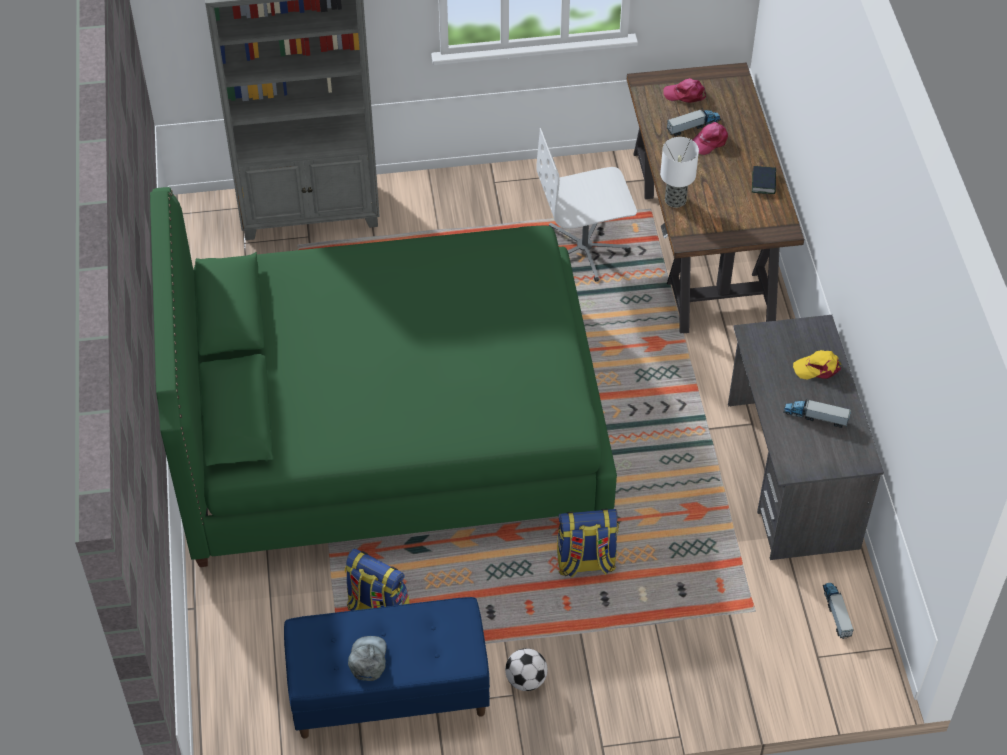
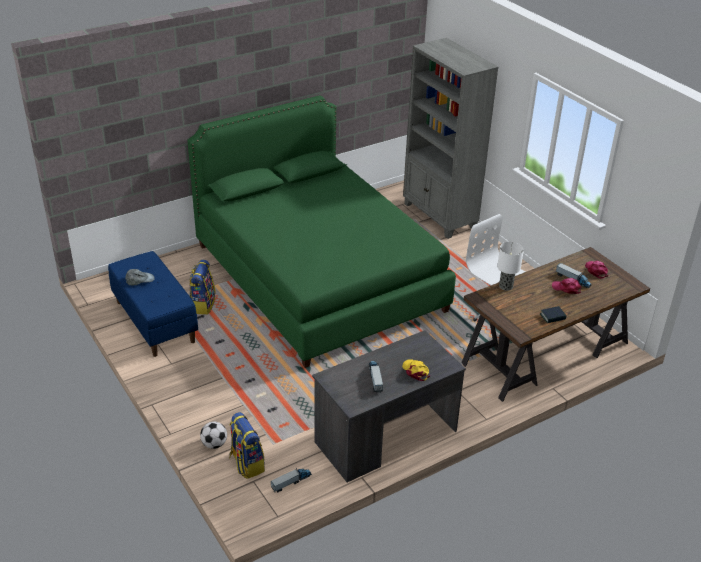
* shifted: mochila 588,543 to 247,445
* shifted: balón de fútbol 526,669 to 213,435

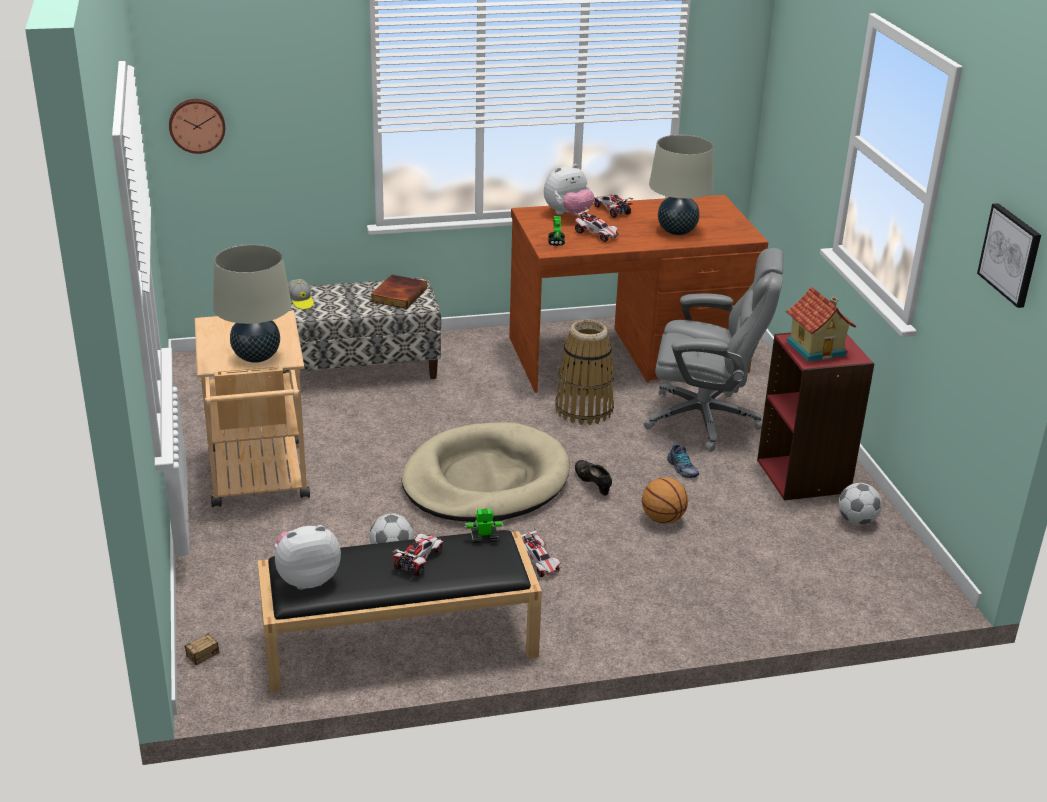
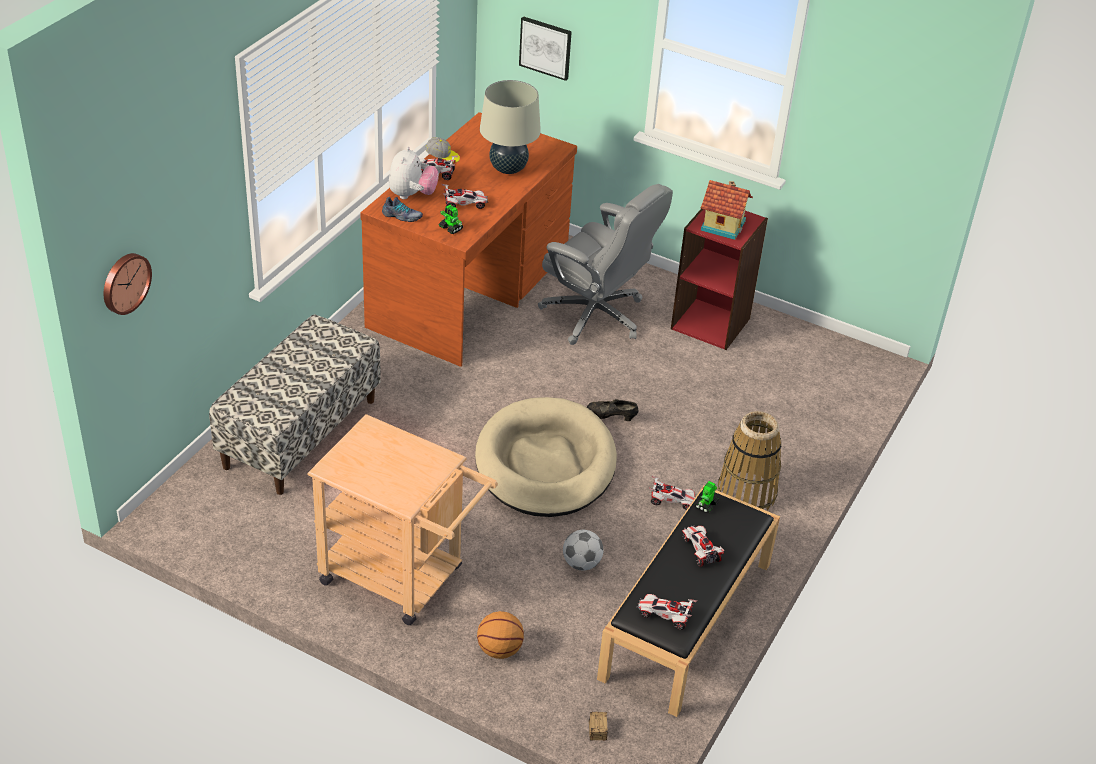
* shifted: cuadro 1009,255 to 545,48
* gone: lámpara de mesa/beis 252,303
* rotated: silla de oficina/gris 713,350 = 605,264 75 degrees clockwise
* gone: libro 398,291
* shifted: gorra 301,294 to 442,150
* shifted: cesta 584,372 to 749,460
* shifted: zapato 683,461 to 402,209
* shifted: balón de baloncesto 665,500 to 500,635
* gone: balón de fútbol 860,504
* swapped: peluche 308,557 to coche de juguete 667,612

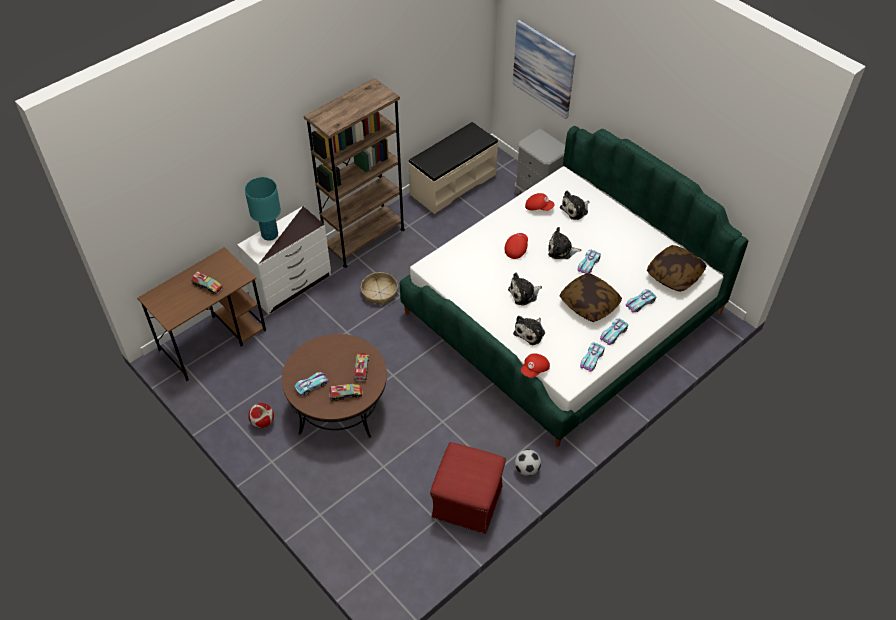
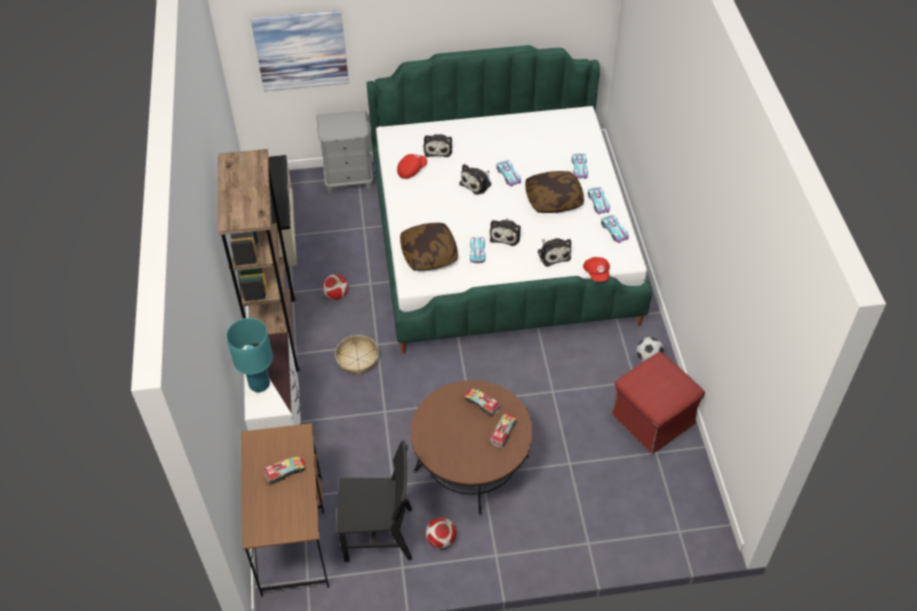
* gone: gorra/rojo 516,246
* shifted: cojín 677,268 to 429,247
* shifted: coche de juguete 312,384 to 477,250
* new: balón de fútbol 335,287
* new: silla/negro 374,501

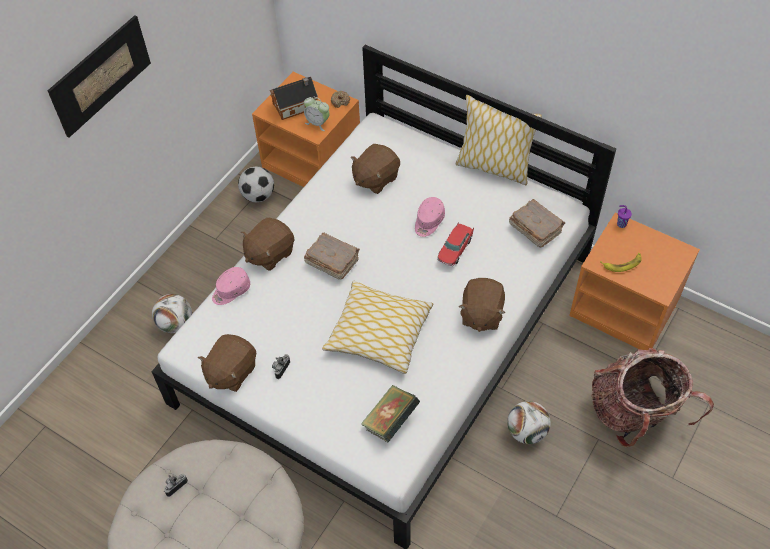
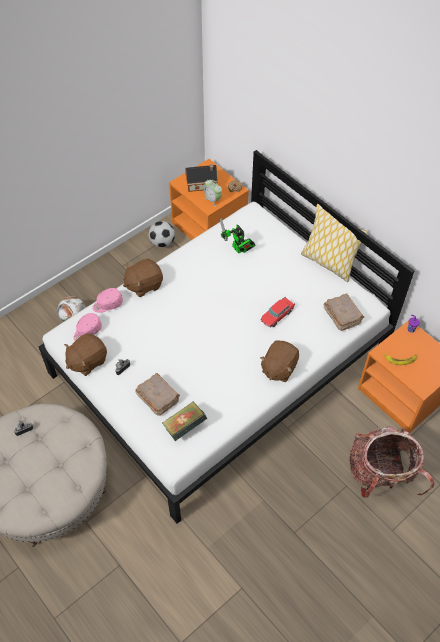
* gone: cuadro 99,76
* swapped: peluche/marrón 375,169 to robot de juguete 238,236
* shifted: gorra/rosa 430,217 to 87,327
* shifted: libro/marrón 332,256 to 157,394
* gone: cojín 377,327
* gone: balón de fútbol 529,422

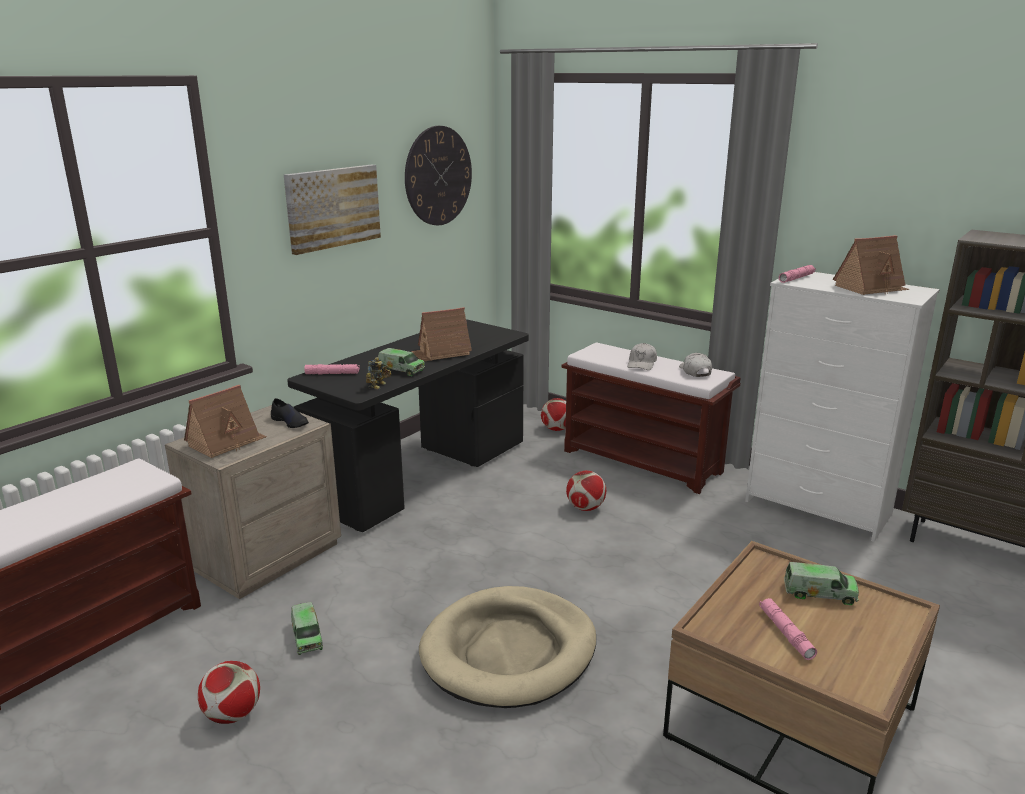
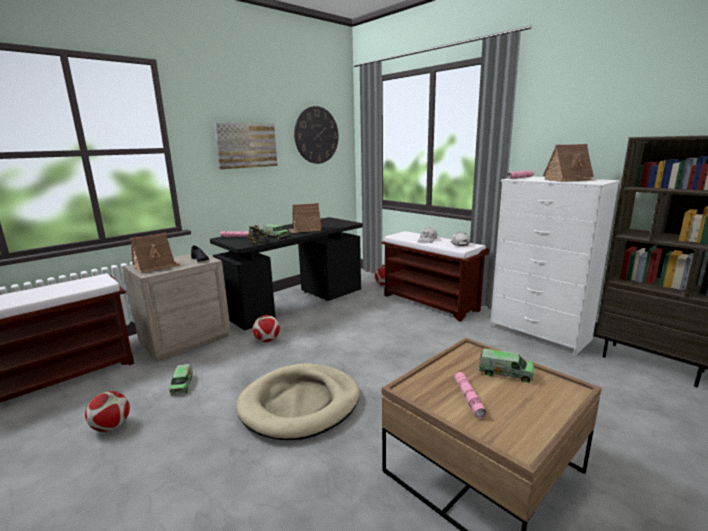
* shifted: balón de fútbol 586,491 to 266,328

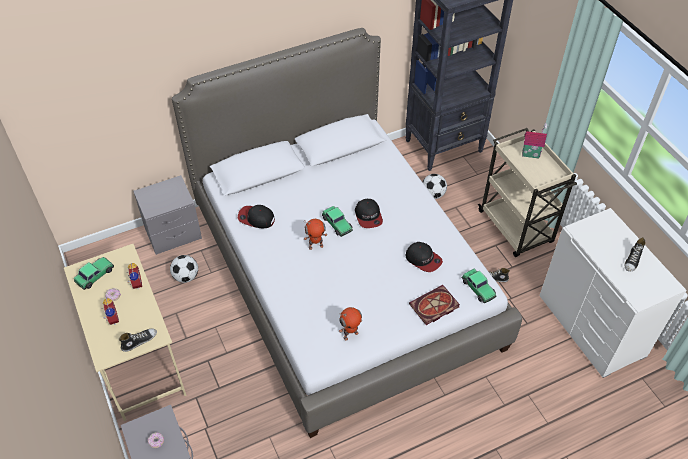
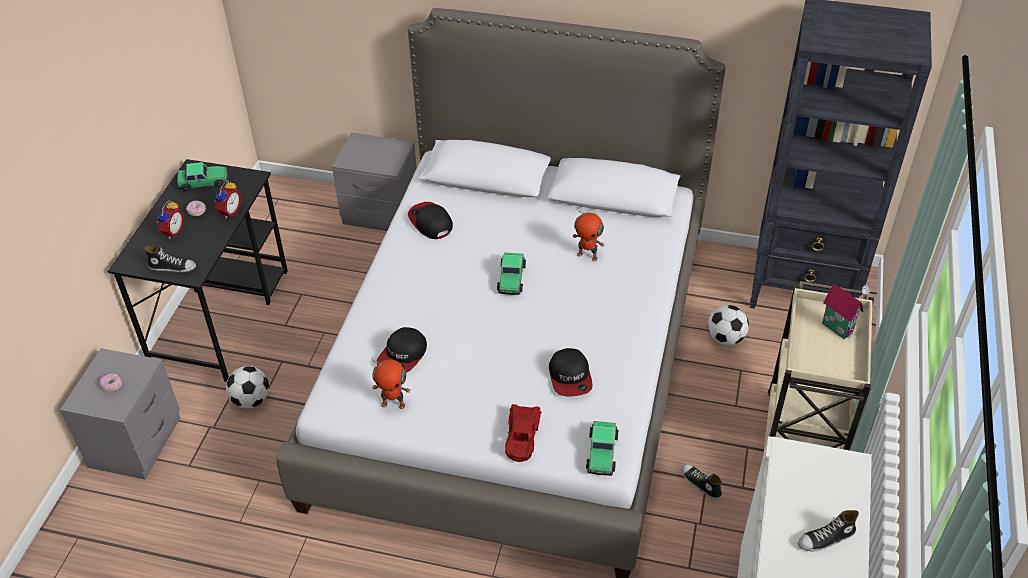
* shifted: gorra 369,213 to 402,350
* shifted: robot de juguete 315,234 to 589,235
* repainted: escritorio/beis 125,332 to escritorio/negro 198,270
* shifted: balón de fútbol 184,269 to 247,387
* swapped: libro 434,305 to coche de juguete/rojo 523,433

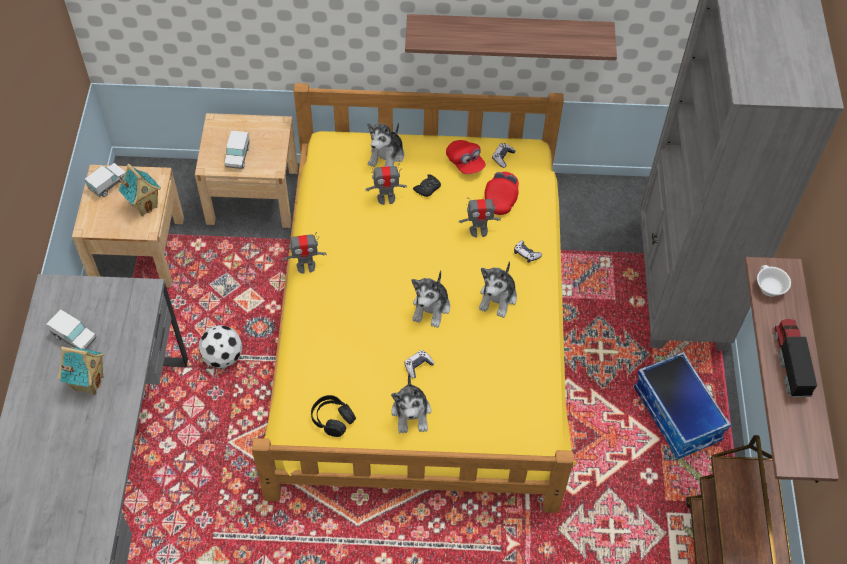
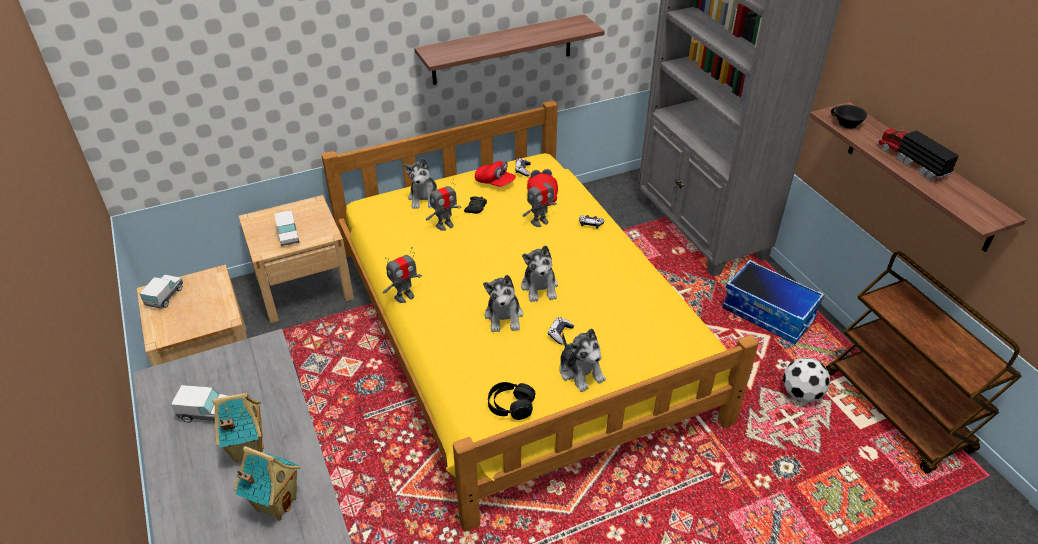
* shifted: casita 139,190 to 267,483
* shifted: peluche 498,289 to 503,303
* repainted: taza/blanco 774,281 to taza/negro 849,117
* shifted: balón de fútbol 220,346 to 806,380

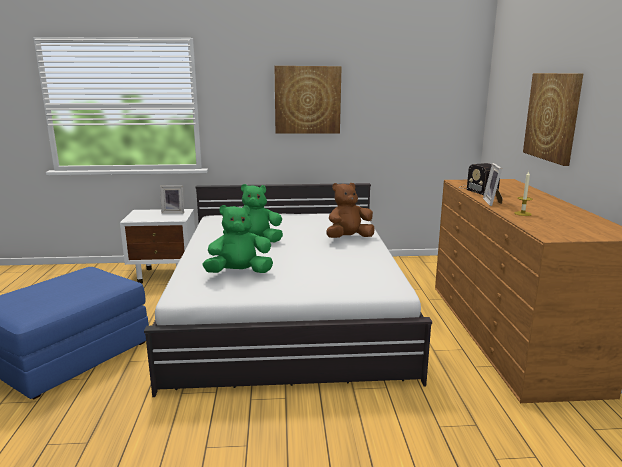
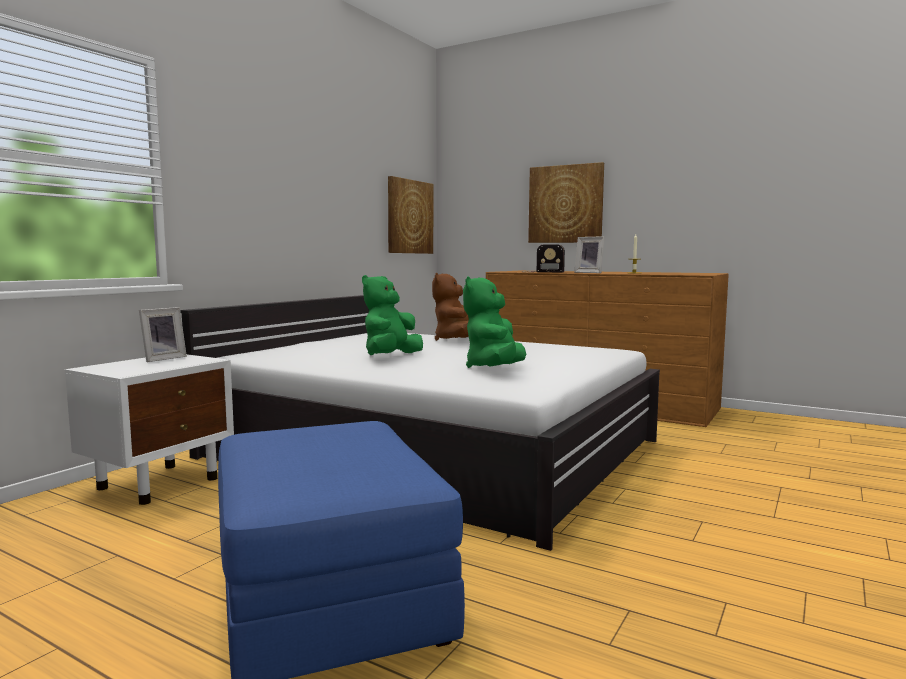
* shifted: cuadro 308,100 to 411,215

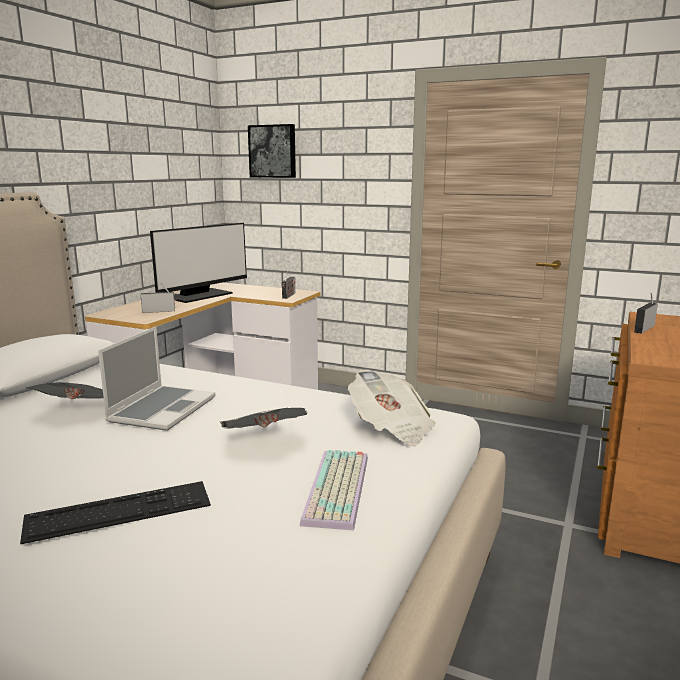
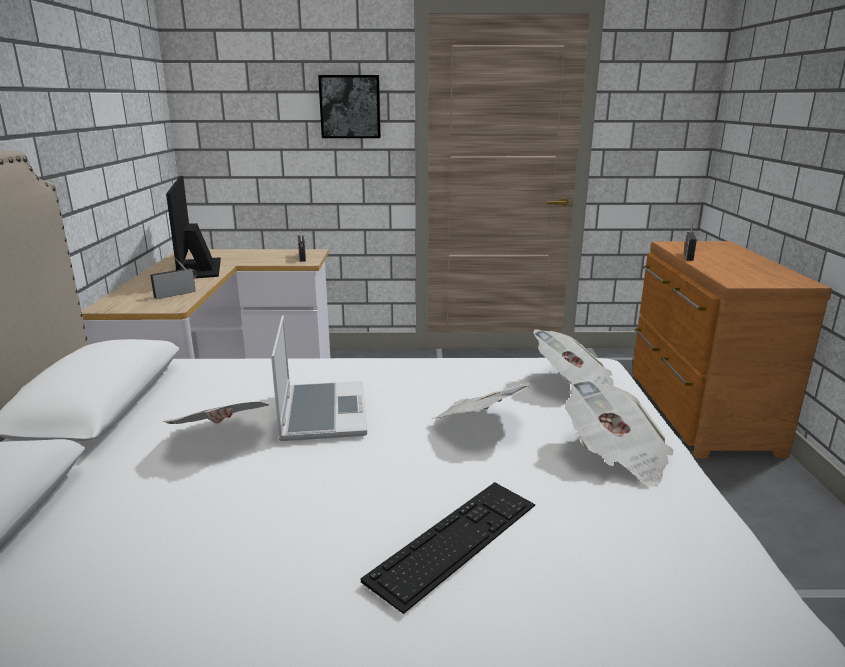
* shifted: cuadro 272,151 to 349,106
* rotated: monitor 198,263 = 193,227 150 degrees clockwise
* swapped: teclado 334,490 to periódico 619,433

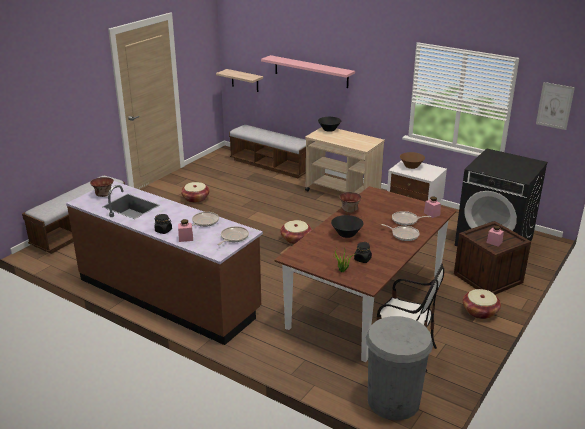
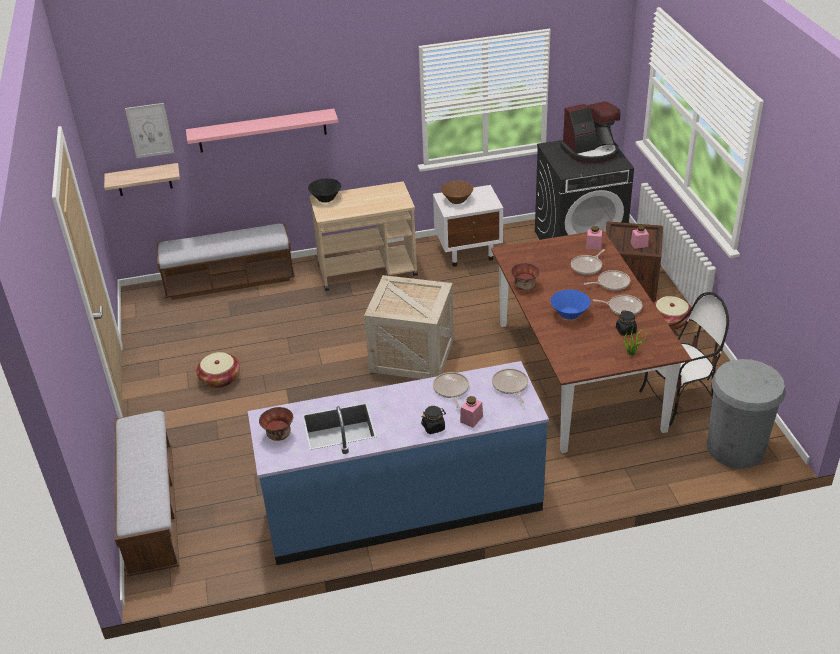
* shifted: cuadro 555,106 to 149,130
* repainted: mueble bajo de cocina/marrón 164,263 to mueble bajo de cocina/azul 398,463
* repainted: cuenco/negro 347,226 to cuenco/azul 571,304
* swapped: cesta 296,232 to caja de embalaje 409,327
* new: cafetera 590,132
* new: sartén 617,305

